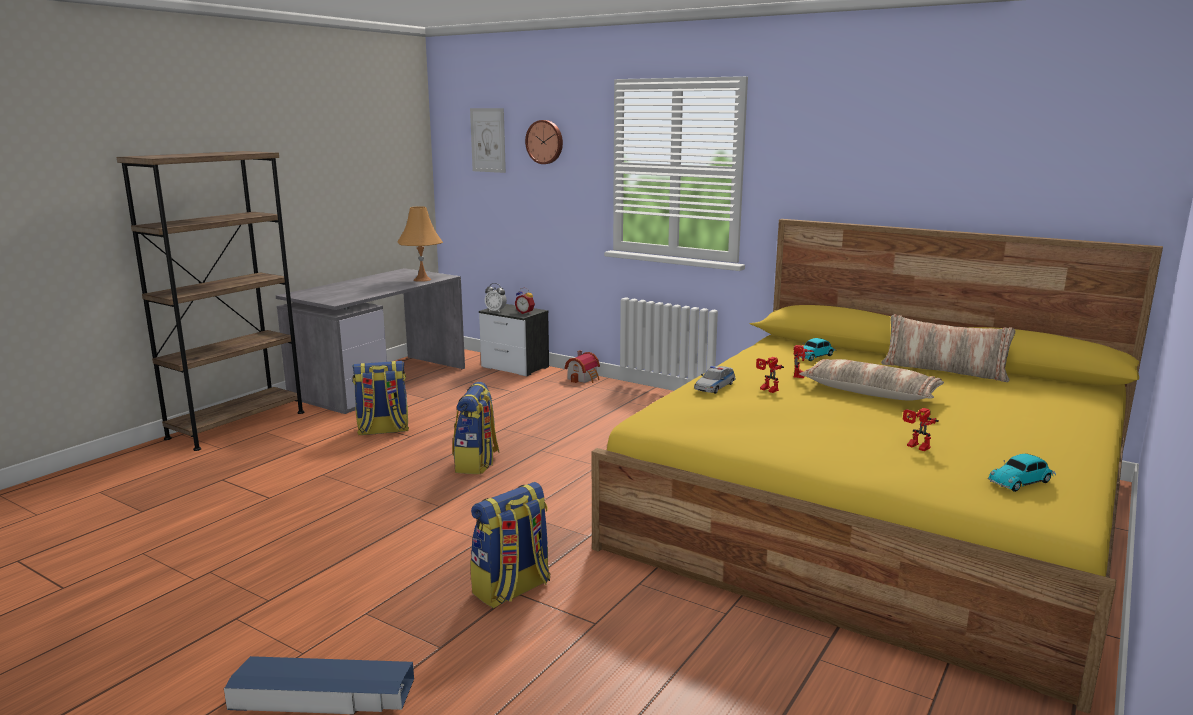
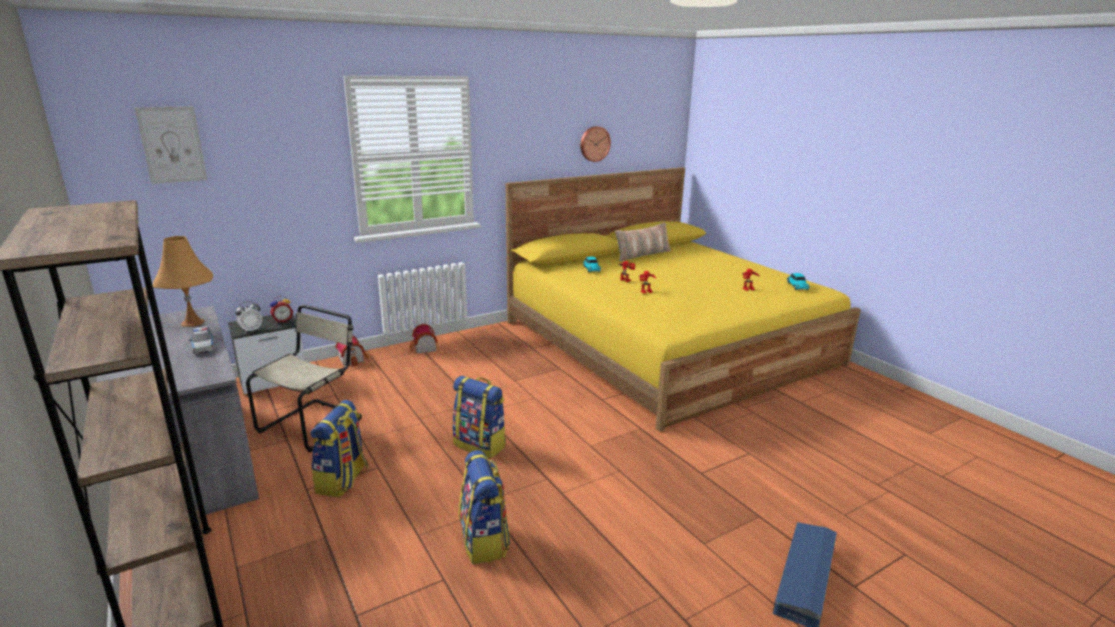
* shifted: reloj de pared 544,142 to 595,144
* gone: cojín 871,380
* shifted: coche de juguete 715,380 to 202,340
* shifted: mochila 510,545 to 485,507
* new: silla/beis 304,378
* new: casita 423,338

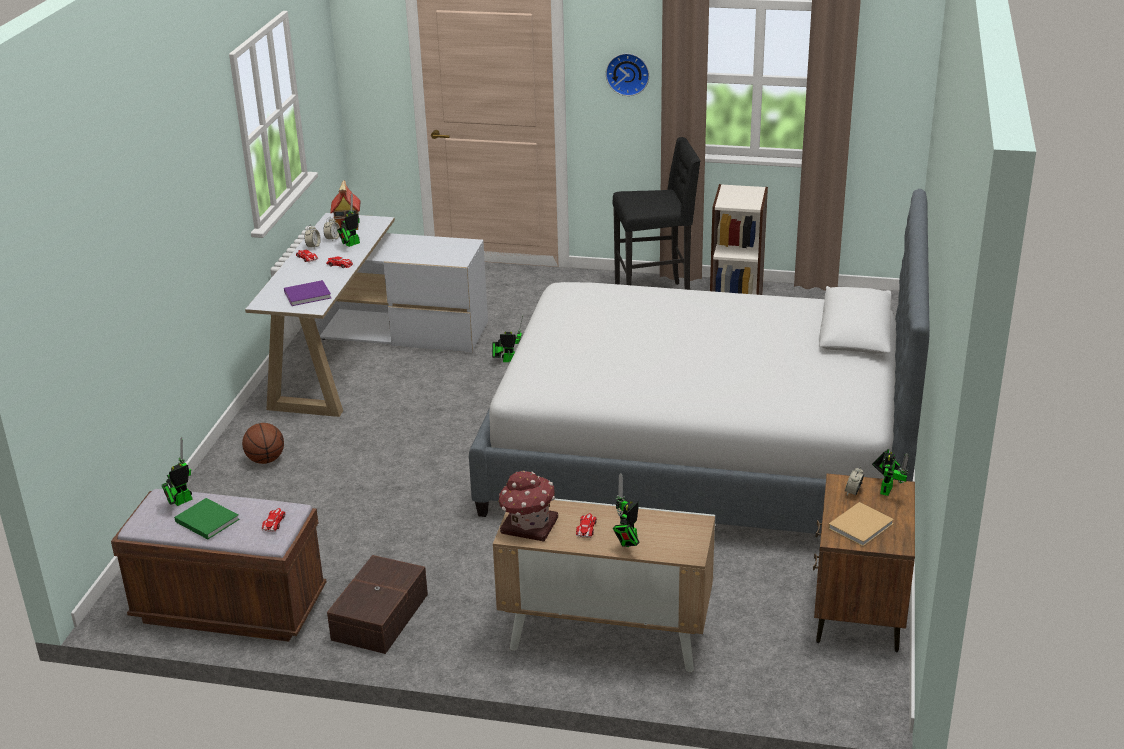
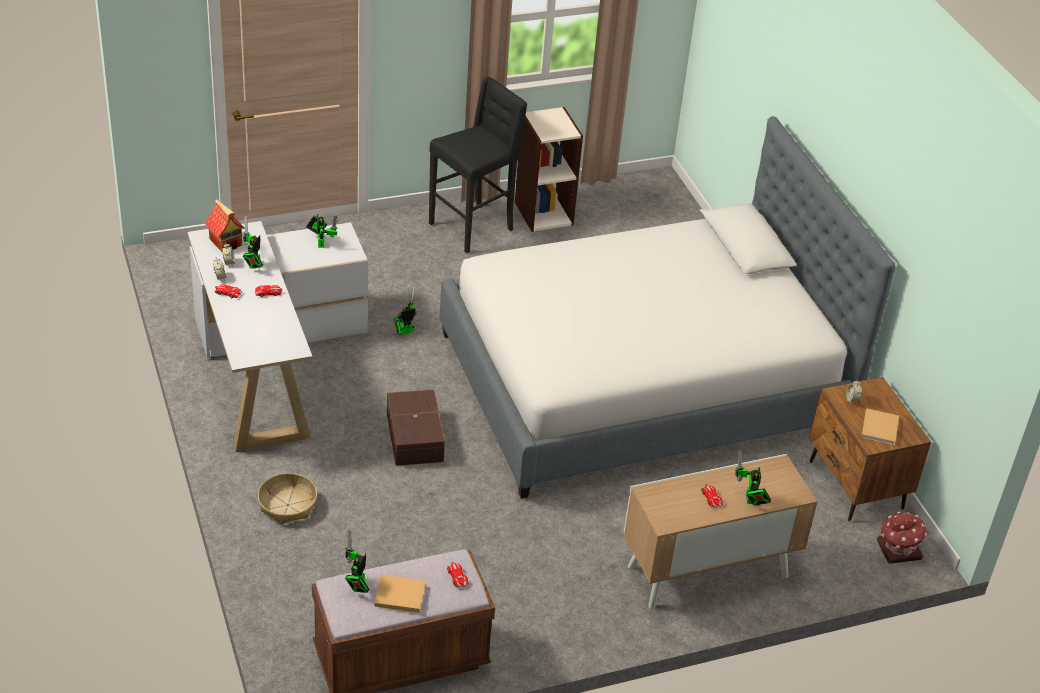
* gone: reloj de pared 627,74
* gone: libro/morado 307,293
* swapped: balón de baloncesto 263,443 to cesta 287,498
* shifted: robot de juguete 890,472 to 322,231
* shifted: casita 528,506 to 902,538
* repainted: libro/verde 207,518 to libro/beis 400,594
* shifted: caja de almacenaje/marrón 377,604 to 416,428

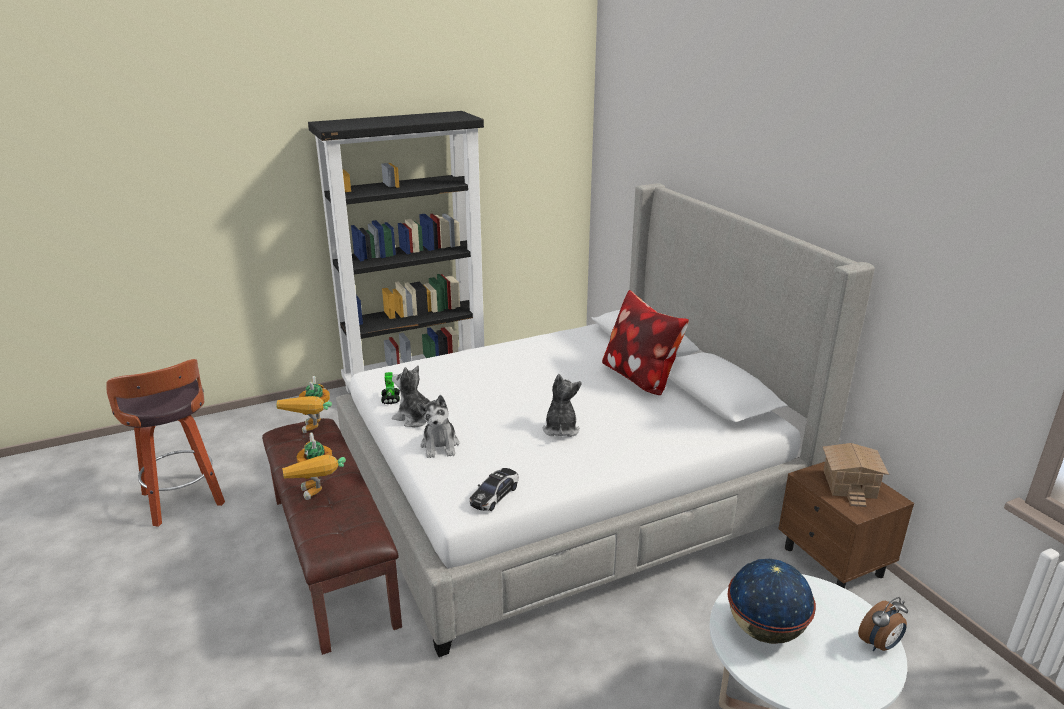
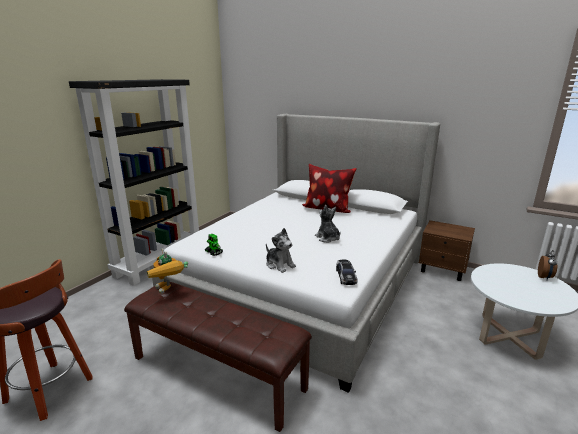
* gone: peluche 411,396
* gone: robot de juguete 314,466
* gone: casita 856,475
* gone: globo terráqueo 771,601

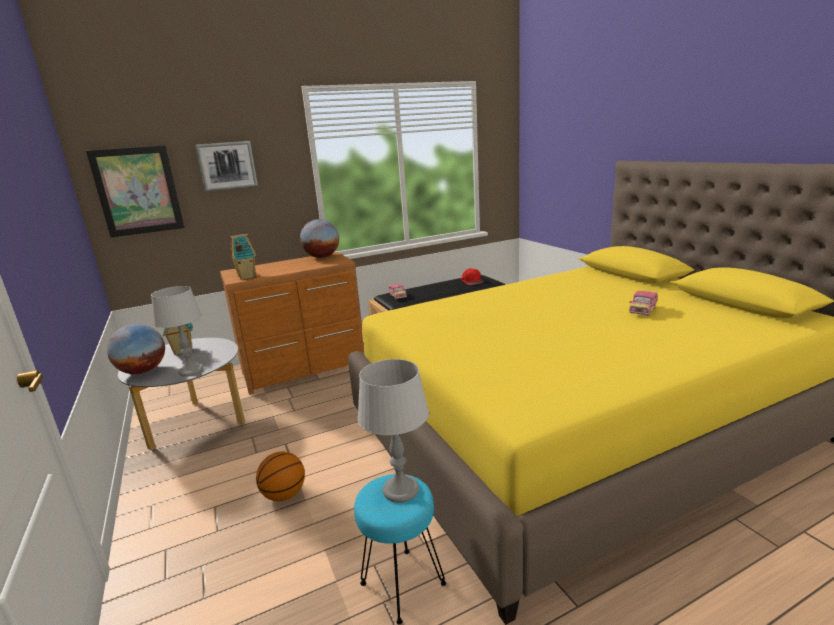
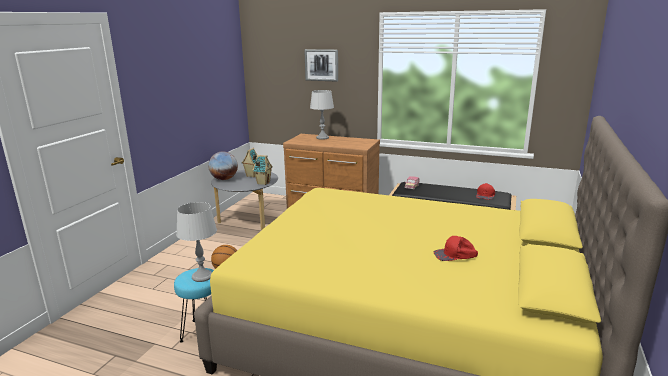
* gone: cuadro 135,191
* gone: globo terráqueo 319,238
* shifted: casita 243,257 to 262,170
* shifted: lámpara de mesa/gris 177,331 to 322,115
* swapped: coche de juguete 643,303 to gorra/rojo 456,248

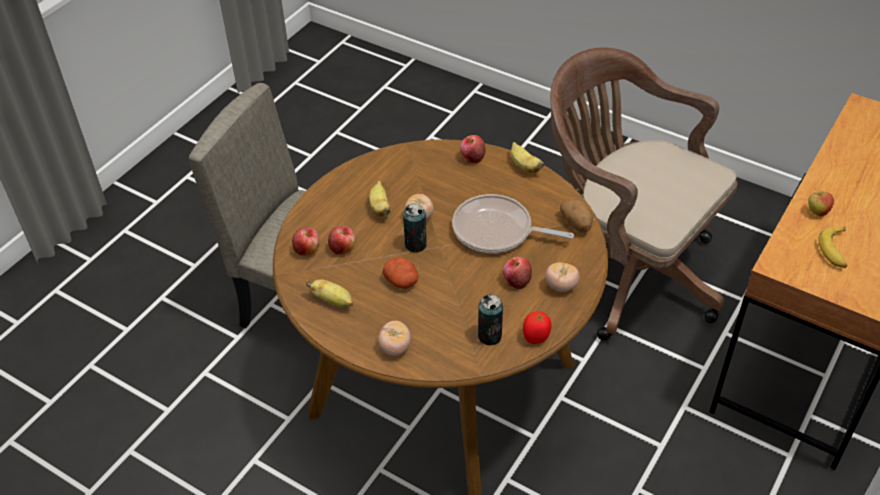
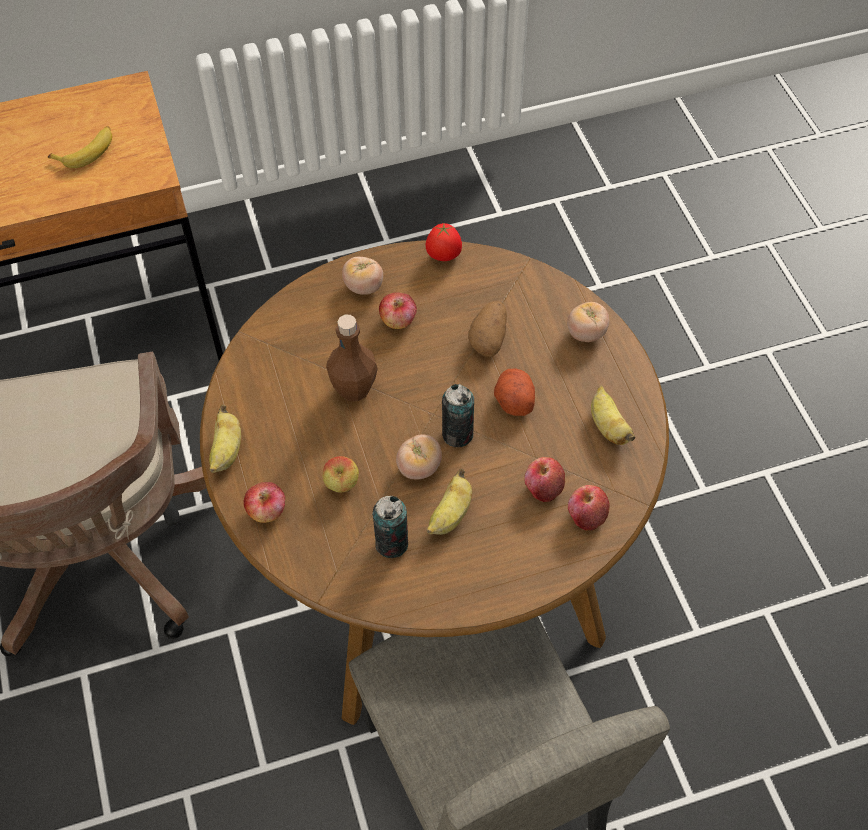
* shifted: manzana 821,203 to 341,474
* swapped: sartén 513,223 to botella/marrón 352,358
* shifted: patata 576,216 to 487,329
* shifted: lata 490,319 to 390,527

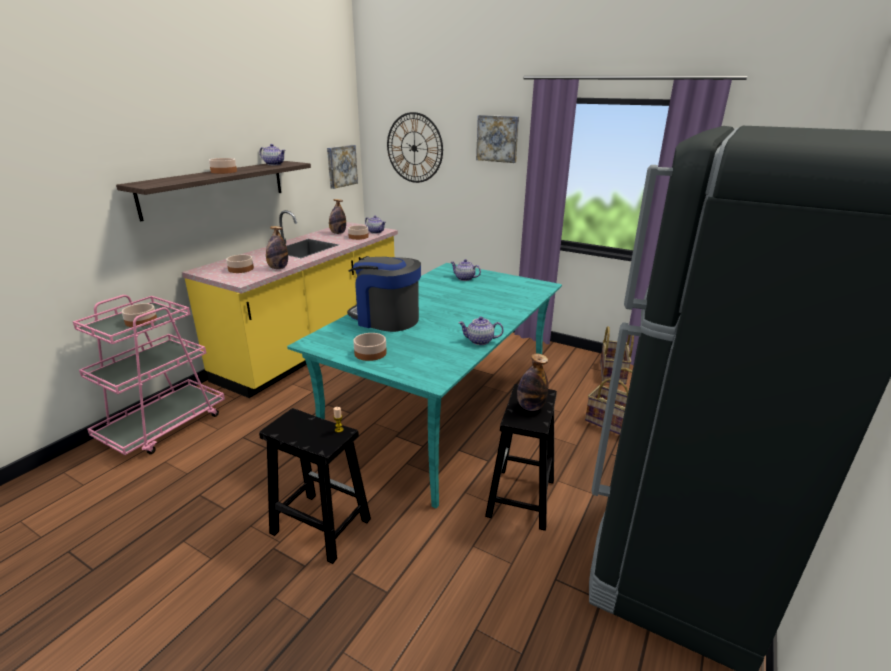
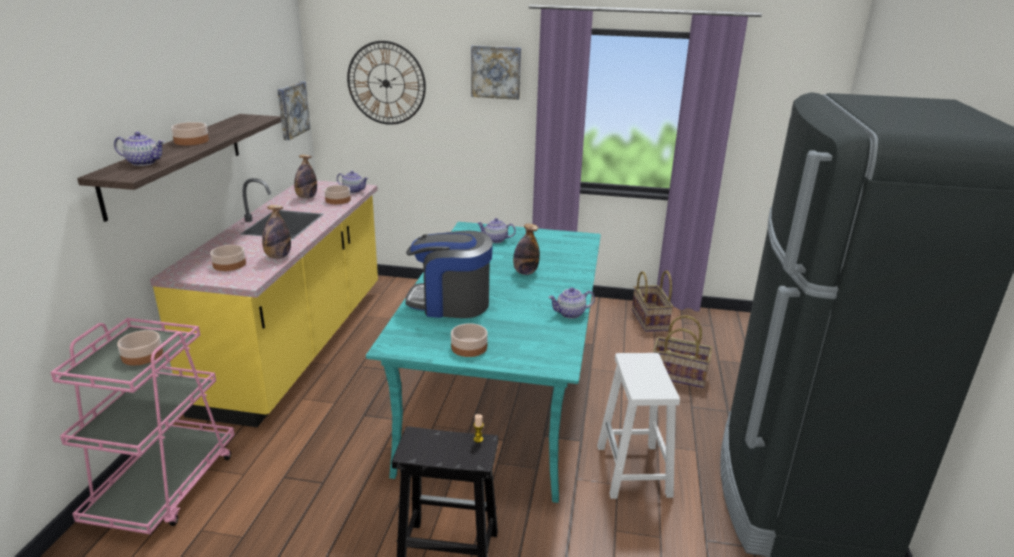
* shifted: tetera 273,154 to 139,149
* shifted: botella 532,382 to 526,249
* repainted: taburete/negro 521,457 to taburete/blanco 638,426

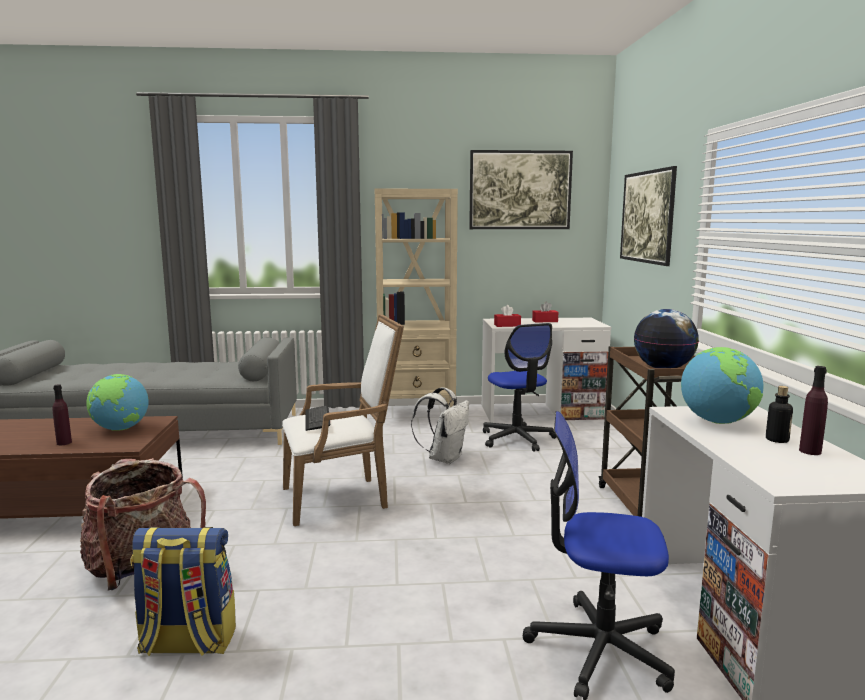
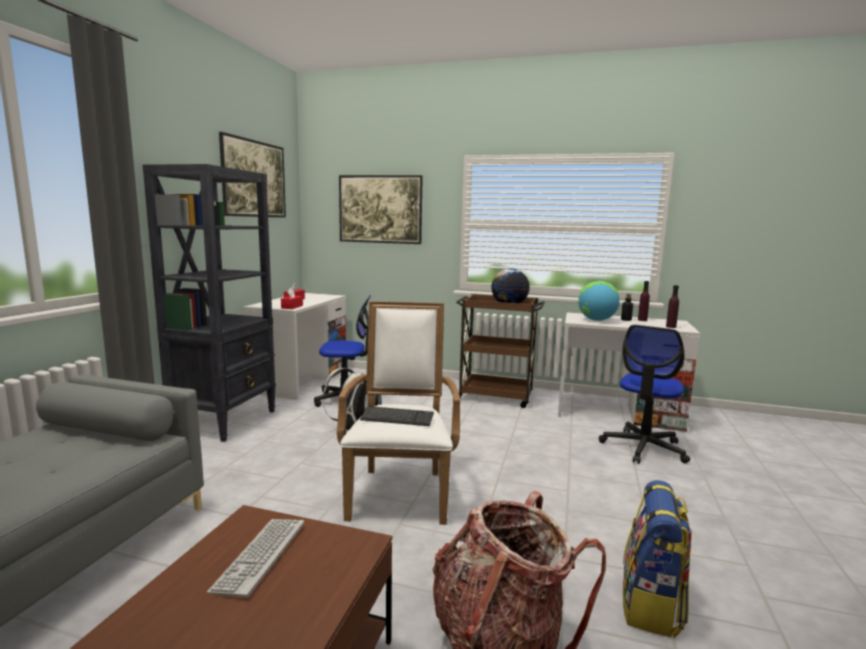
* repainted: estantería/beis 416,306 to estantería/negro 209,303
* swapped: globo terráqueo 117,402 to teclado 255,558
* shifted: botella/morado 62,414 to 672,306

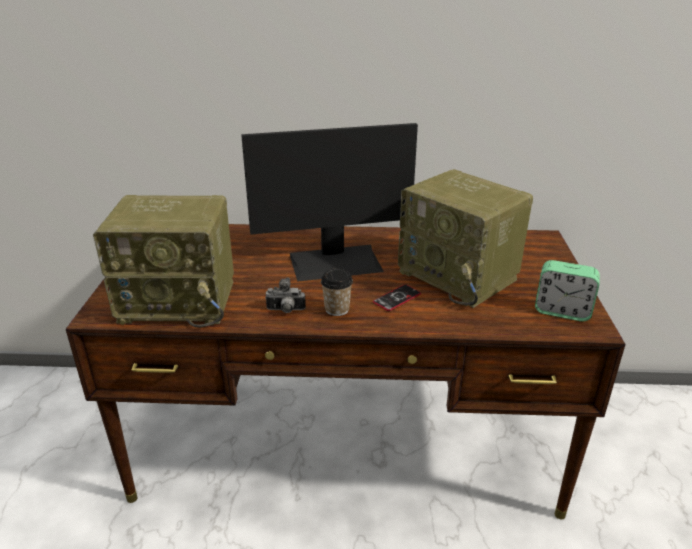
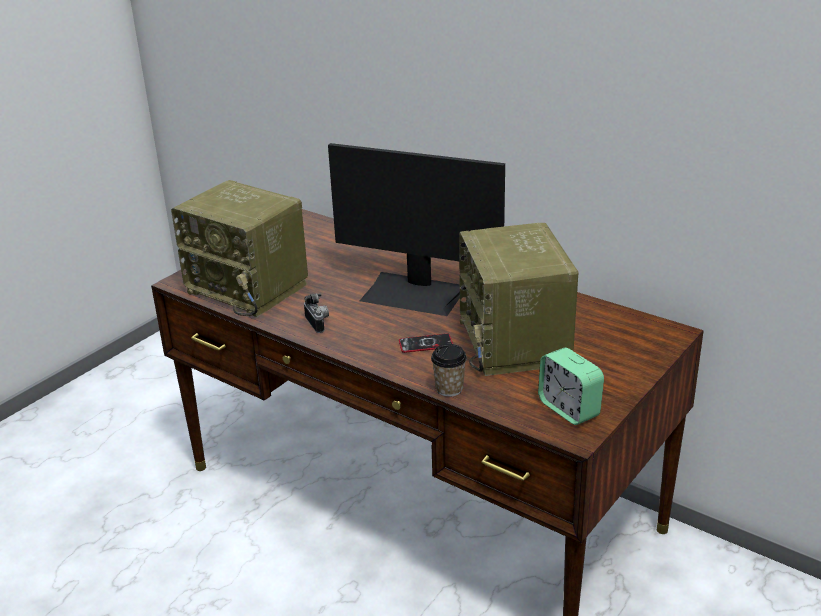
* shifted: taza 337,292 to 449,370
* rotated: cámara 285,295 = 316,313 150 degrees counterclockwise

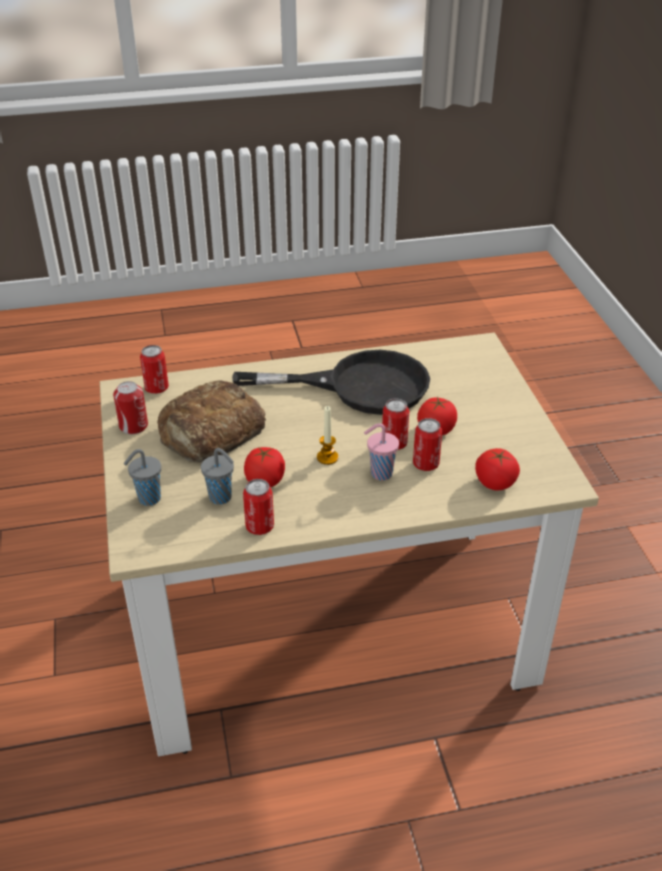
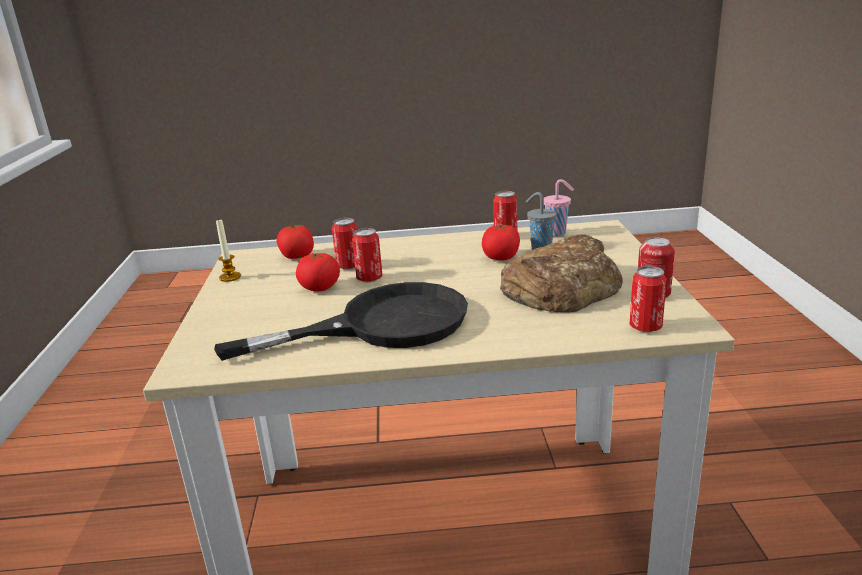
* rotated: sartén/negro 331,382 = 341,321 150 degrees clockwise
* shifted: vela 328,435 to 228,250
* shifted: taza/rosa 381,452 to 559,207
* gone: taza/gris 142,477

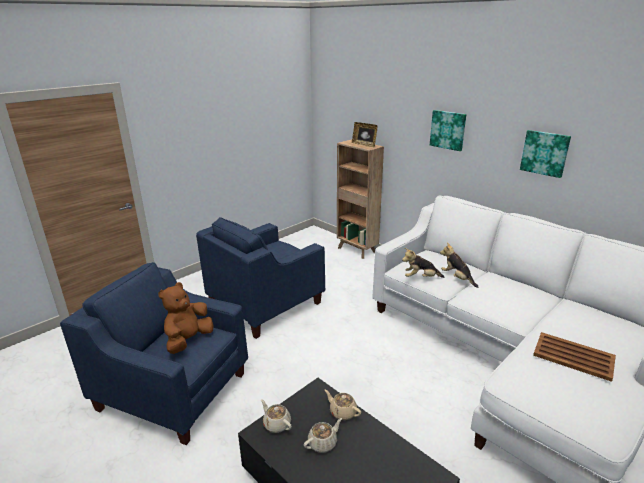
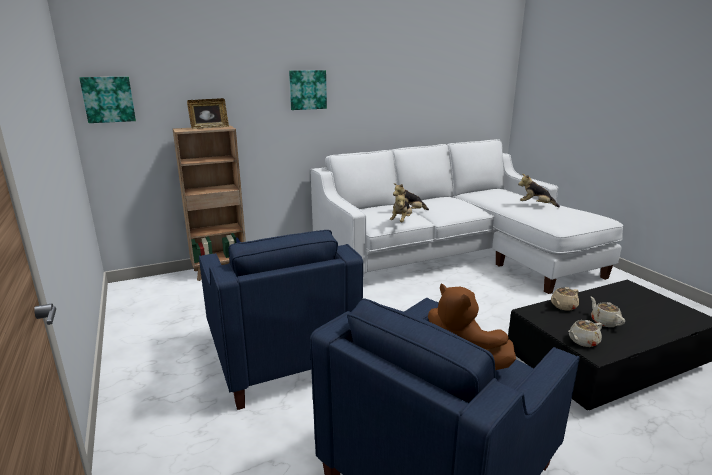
* shifted: cuadro 545,154 to 107,100
* swapped: bandeja/marrón 574,357 to peluche 539,190

